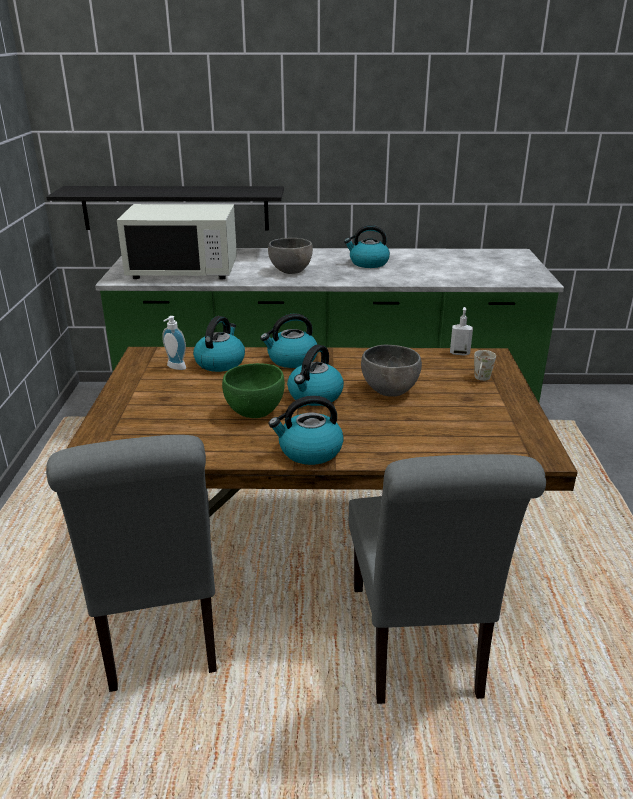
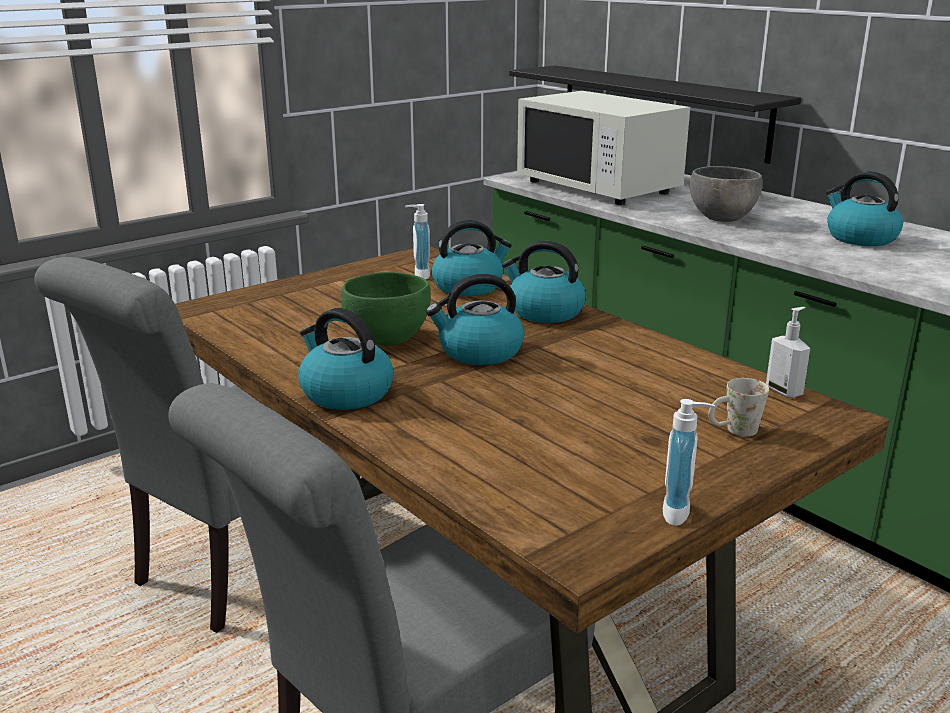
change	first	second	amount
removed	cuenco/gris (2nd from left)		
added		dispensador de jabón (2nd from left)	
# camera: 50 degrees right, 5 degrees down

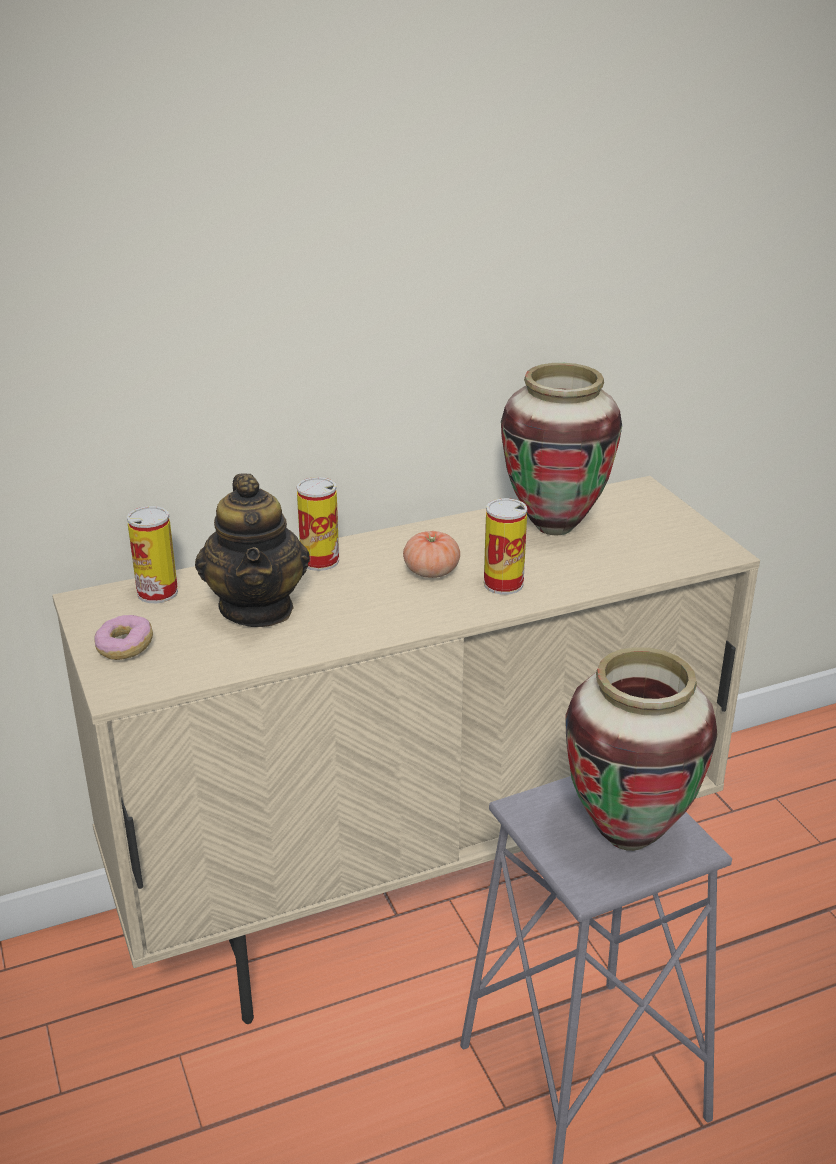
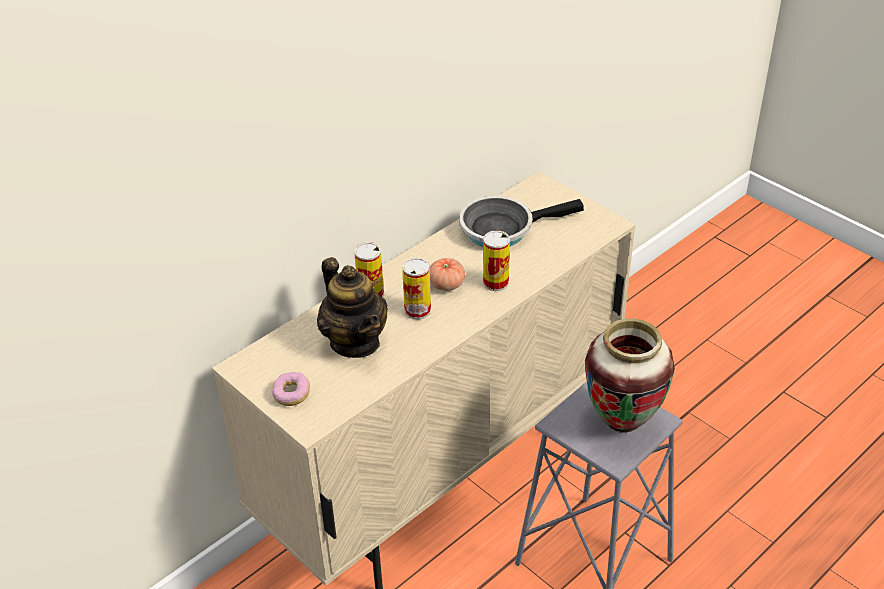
change	first	second	amount
moved	lata (1st from left in the first image)	lata (2nd from left)	
replaced	florero (1st from left)	sartén	
# camera: 20 degrees left, 10 degrees up

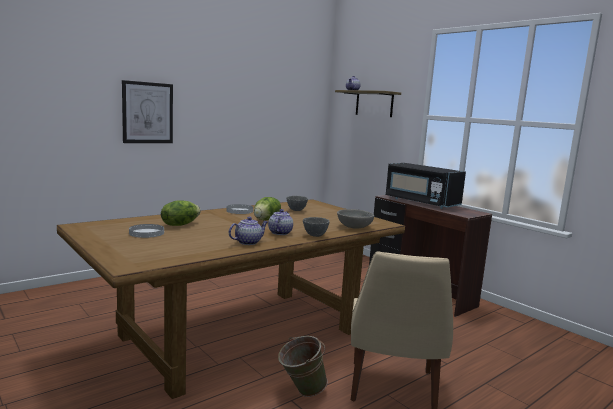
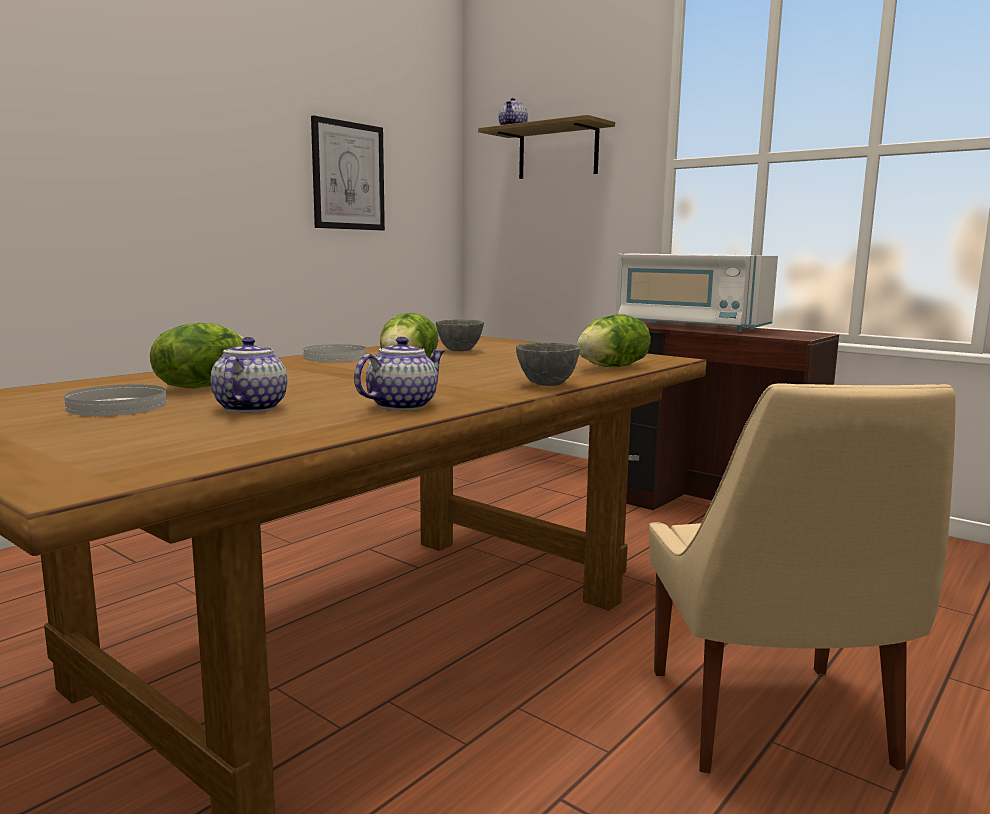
change	first	second	amount
removed	cubo/verde		
moved	cuadro		
moved	tetera (2nd from left in the first image)	tetera (1st from left)	
replaced	cuenco/gris (3rd from left)	lechuga (3rd from left)	
recoloured	microondas/negro	microondas/blanco	
# camera: 10 degrees left, 0 degrees up

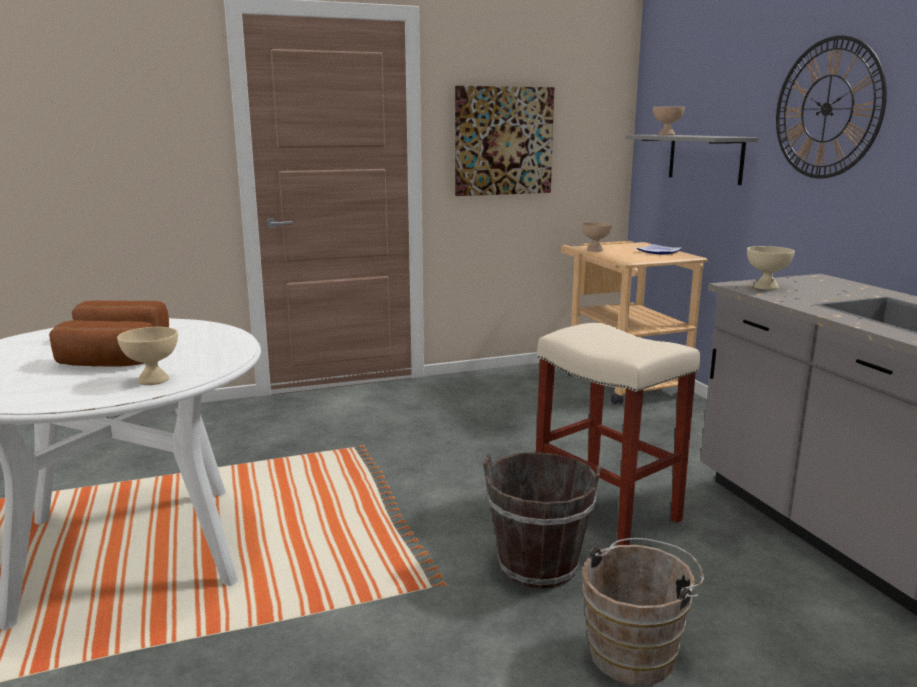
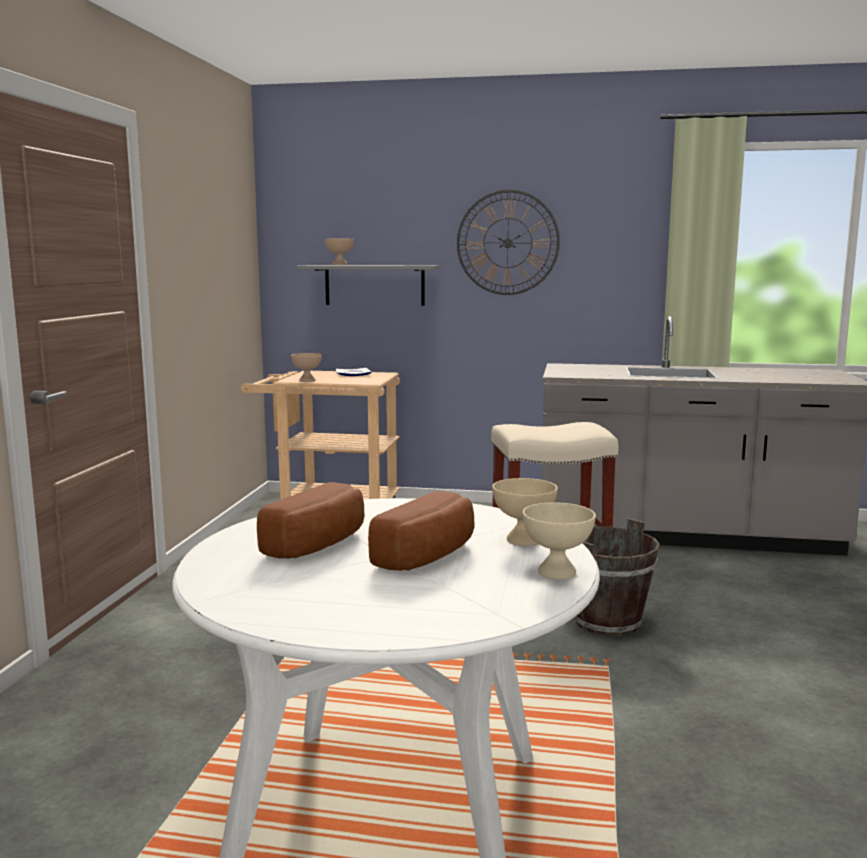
change	first	second	amount
removed	cuadro		
removed	cubo/marrón (2nd from left)		
moved	cuenco/beis (4th from left)		
# camera: 60 degrees left, 5 degrees down

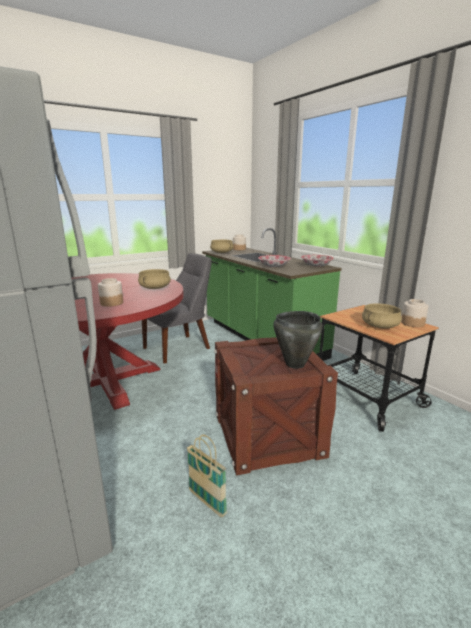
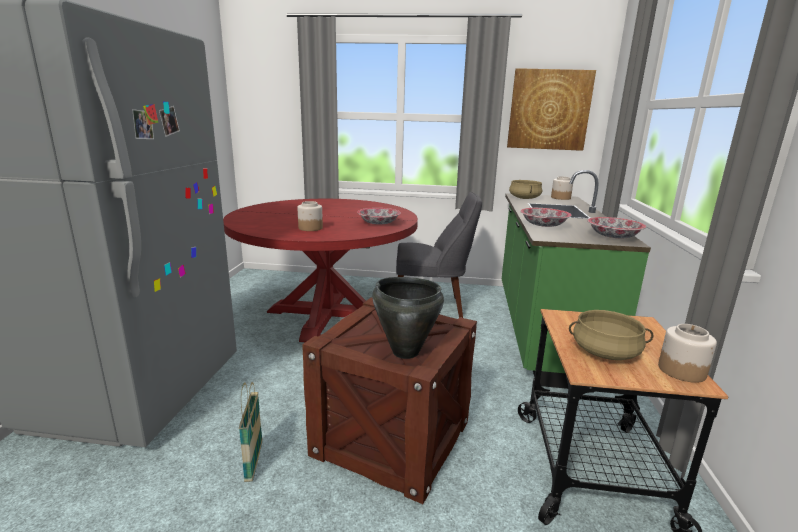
change	first	second	amount
added		cuadro	
replaced	olla/beis (1st from left)	cuenco (1st from left)	
# camera: 40 degrees right, 0 degrees up

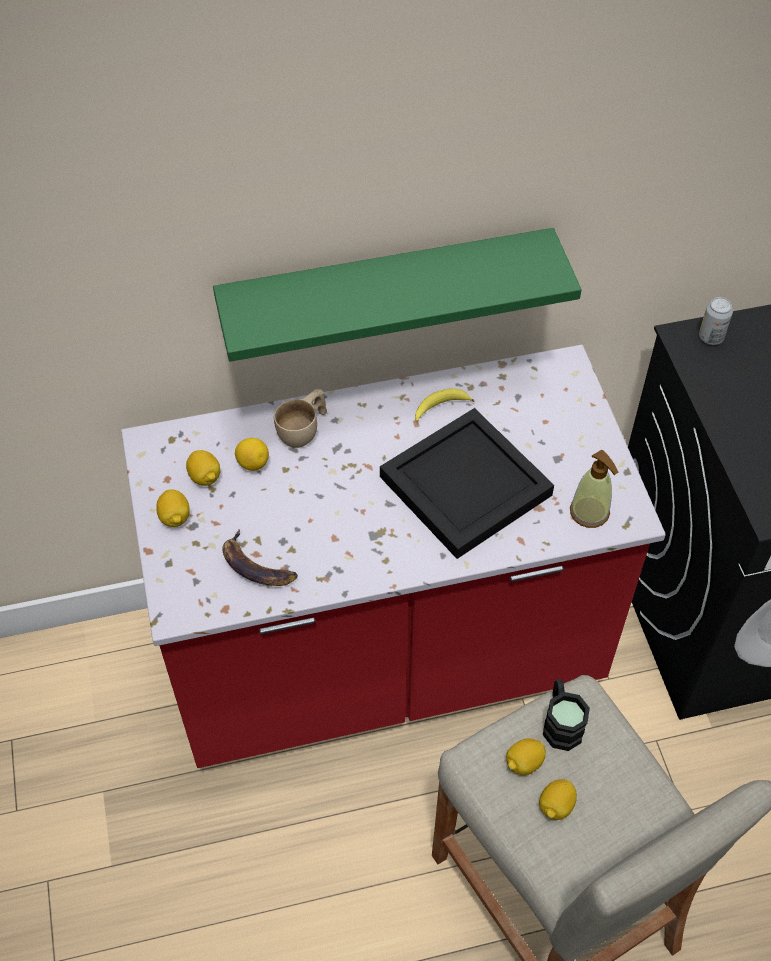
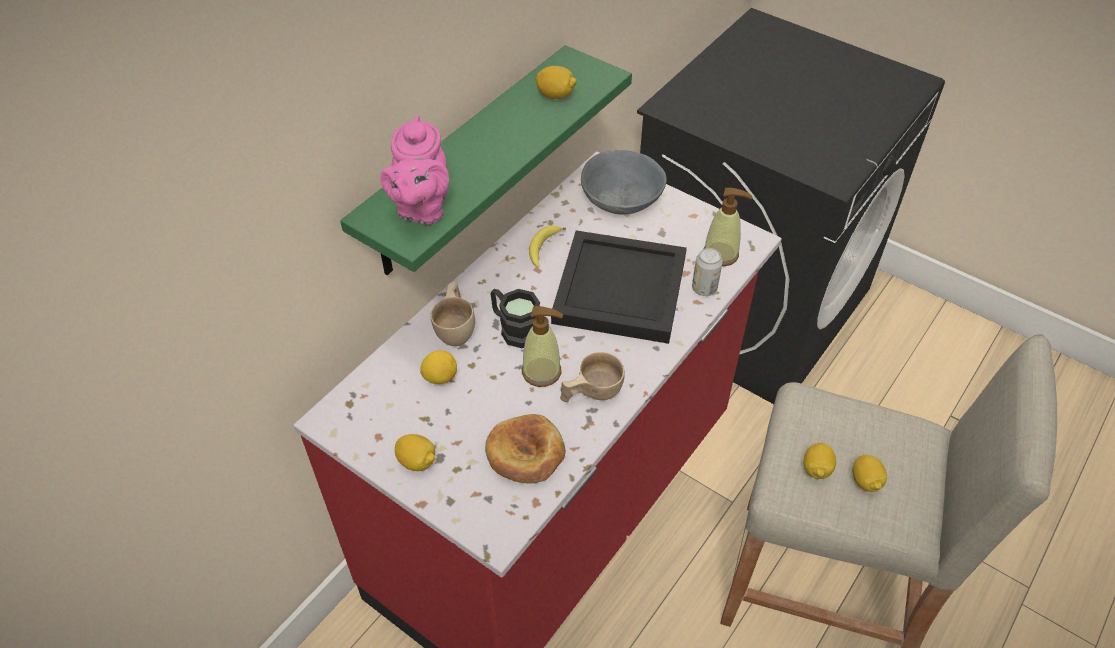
change	first	second	amount
added		tetera/rosa	
added		dispensador de jabón (1st from left)	
added		taza/beis (2nd from left)	
added		cuenco/gris	
moved	limón (2nd from left in the first image)	limón (3rd from left)	
moved	taza grande/negro		
moved	lata		
replaced	plátano (1st from left)	pan	
# camera: 40 degrees left, 5 degrees down

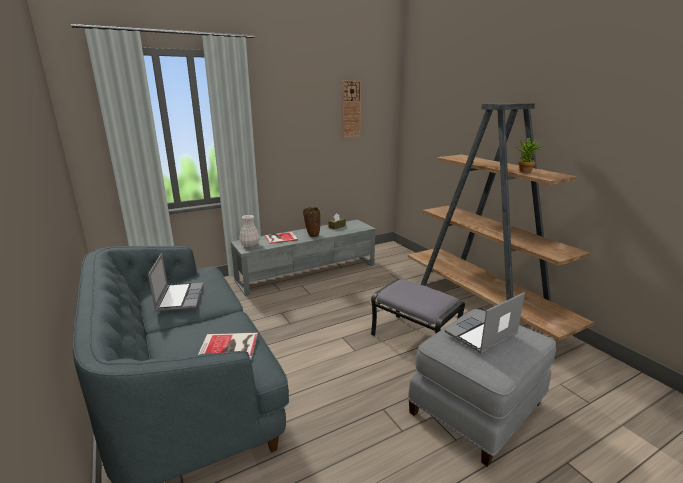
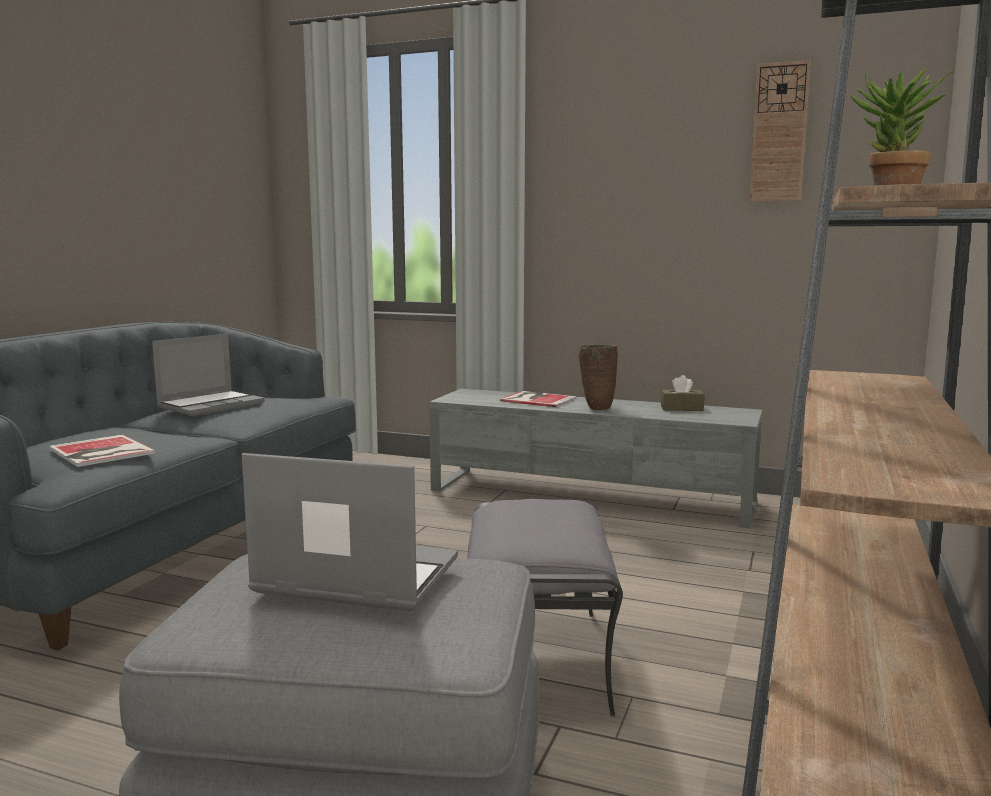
change	first	second	amount
removed	florero/blanco		
# camera: 50 degrees right, 10 degrees down

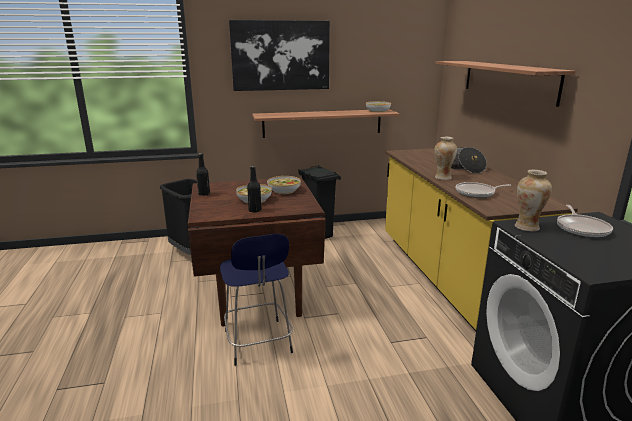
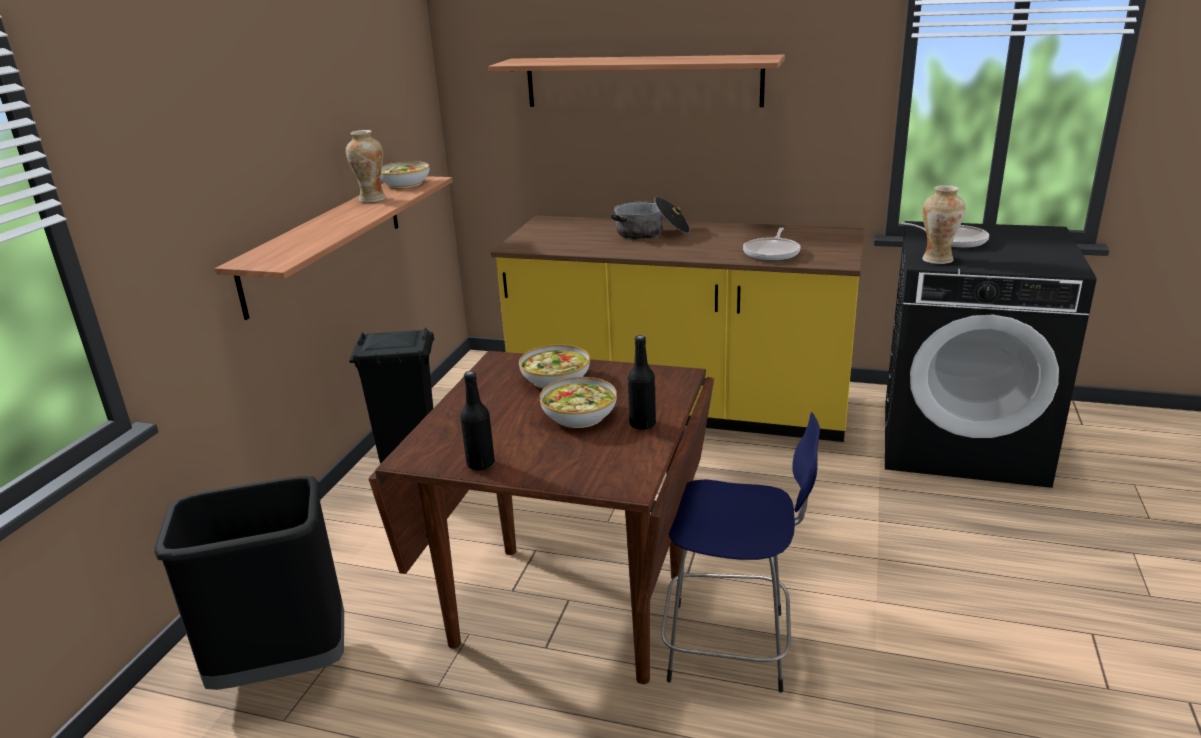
change	first	second	amount
removed	cuadro		
moved	florero (1st from left)		
# camera: 60 degrees left, 5 degrees up

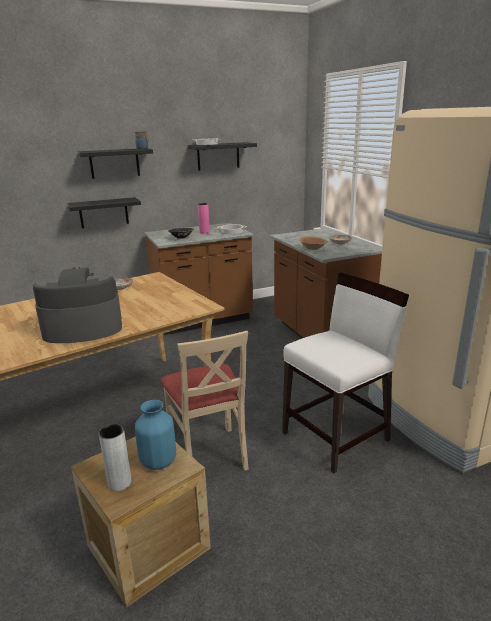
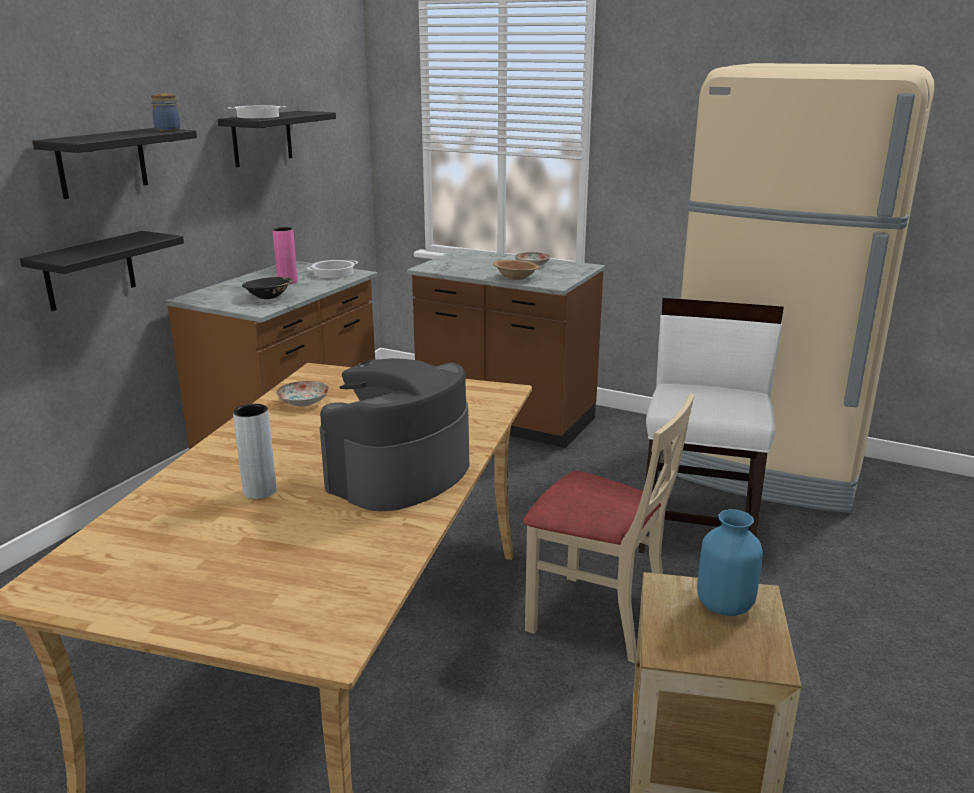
change	first	second	amount
moved	florero/gris		
# camera: 40 degrees left, 0 degrees up

